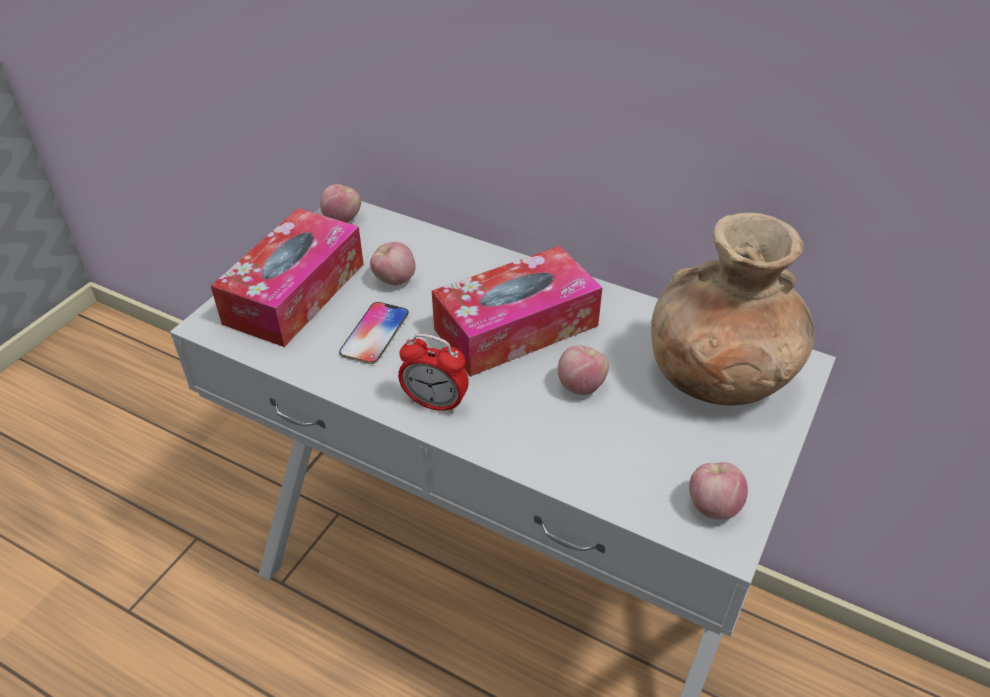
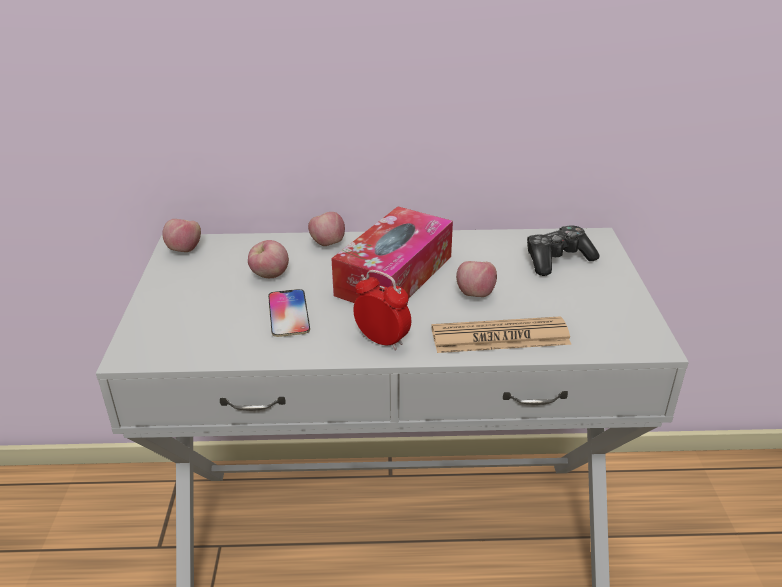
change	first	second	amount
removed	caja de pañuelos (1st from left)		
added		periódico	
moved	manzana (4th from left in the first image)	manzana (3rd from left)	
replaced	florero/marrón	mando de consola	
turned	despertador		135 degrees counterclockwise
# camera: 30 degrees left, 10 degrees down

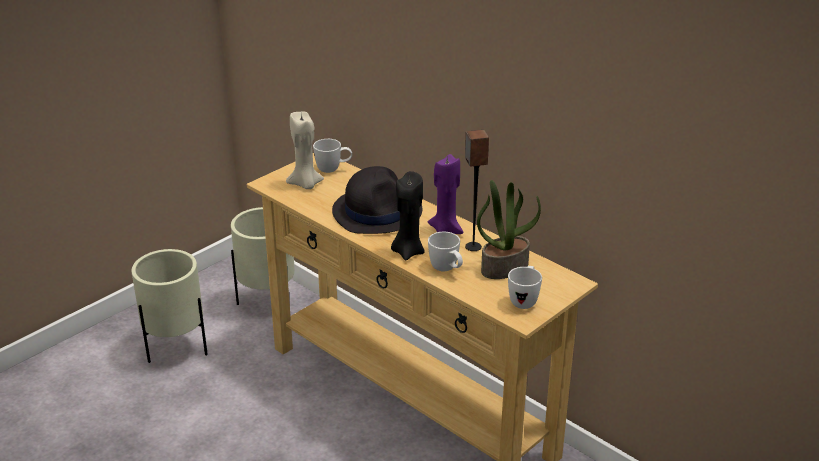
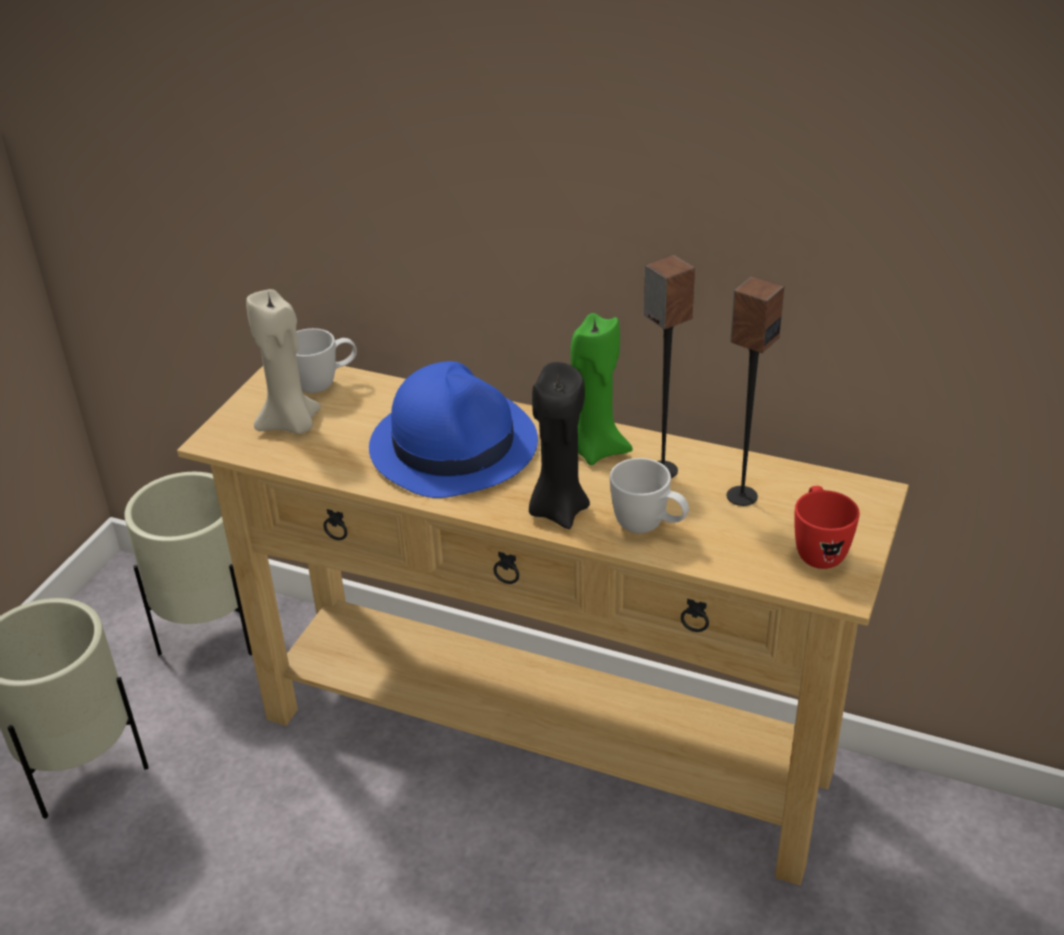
change	first	second	amount
replaced	planta en maceta	altavoz (2nd from left)	
recoloured	sombrero/negro	sombrero/azul	
recoloured	vela/morado	vela/verde	
recoloured	taza grande/blanco (3rd from left)	taza grande/rojo	
# camera: 20 degrees left, 5 degrees up

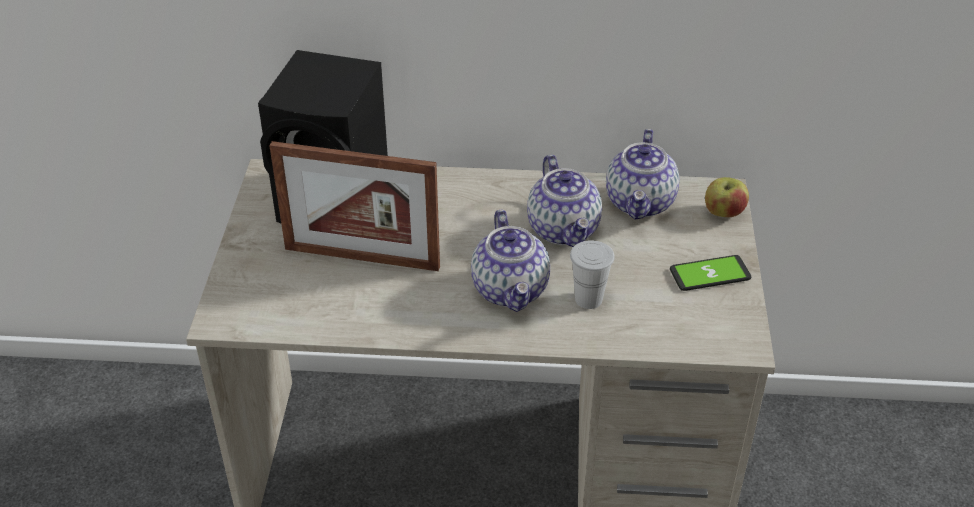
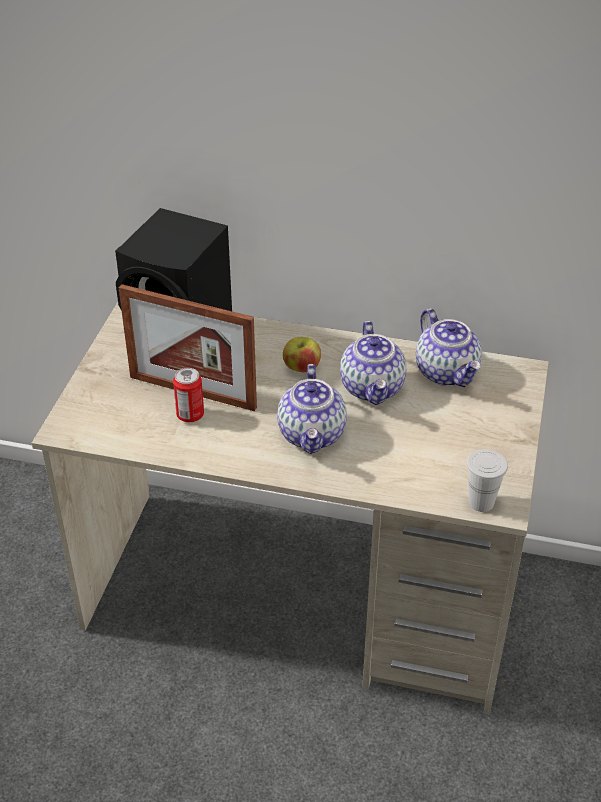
change	first	second	amount
removed	móvil		
added		lata	
moved	taza/blanco		
moved	manzana		
turned	tetera (3rd from left)		45 degrees counterclockwise
# camera: 10 degrees right, 0 degrees up

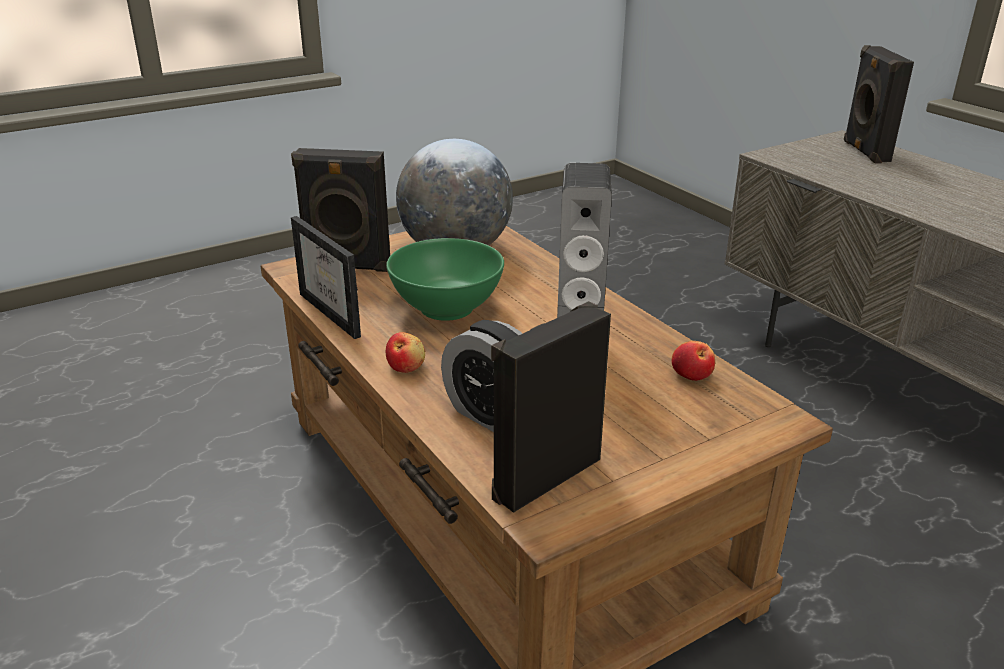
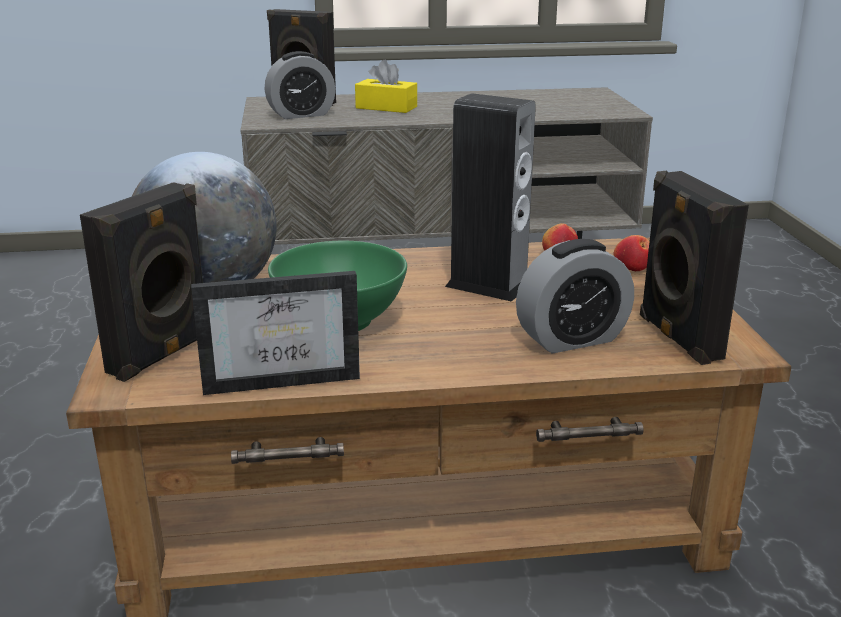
change	first	second	amount
added		despertador (1st from left)	
added		caja de pañuelos/amarillo	
moved	manzana (1st from left in the first image)	manzana (2nd from left)	
# camera: 65 degrees left, 5 degrees down

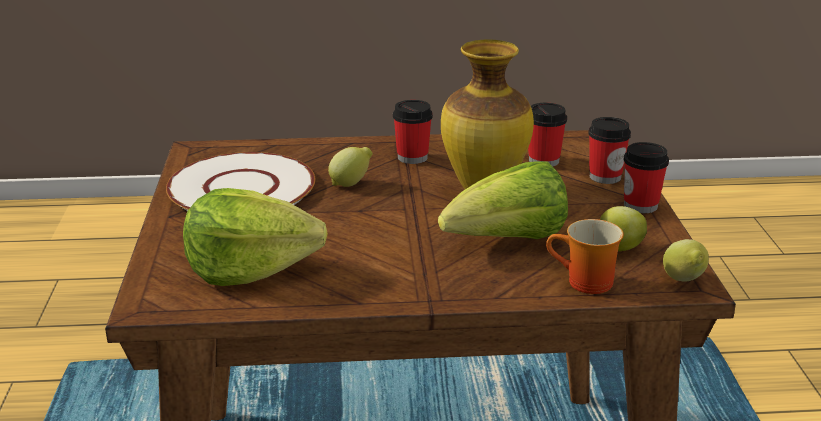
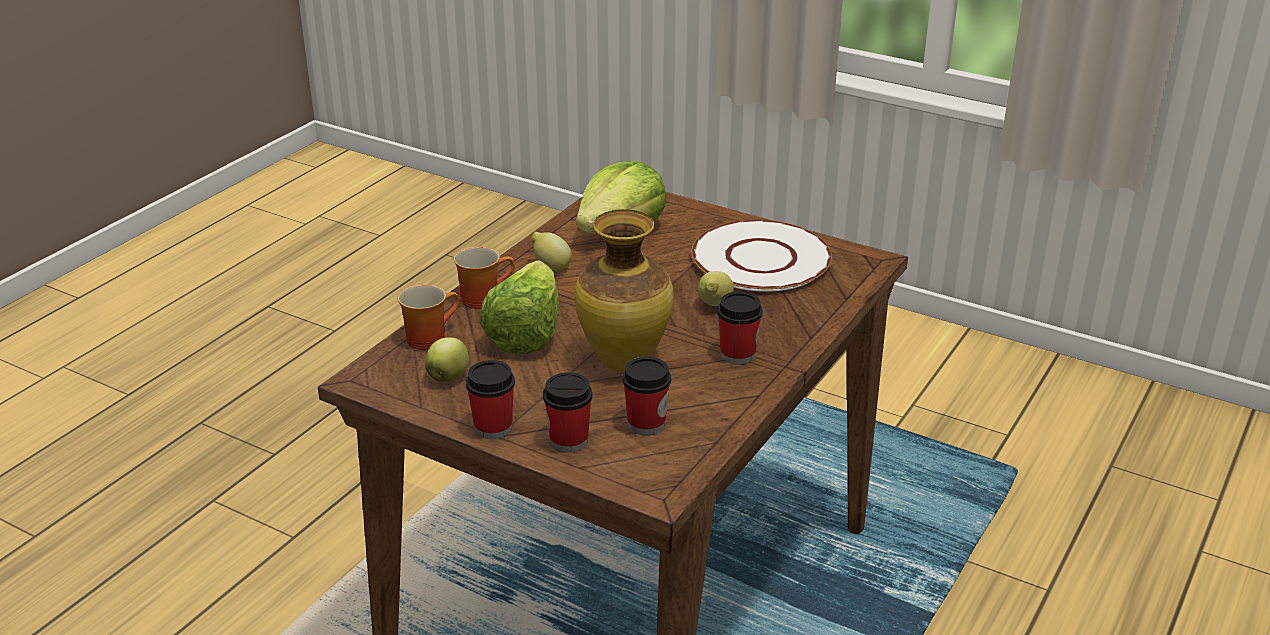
change	first	second	amount
added		taza grande (2nd from left)	
moved	limón (2nd from left in the first image)	limón (1st from left)	
# camera: 125 degrees right, 5 degrees up

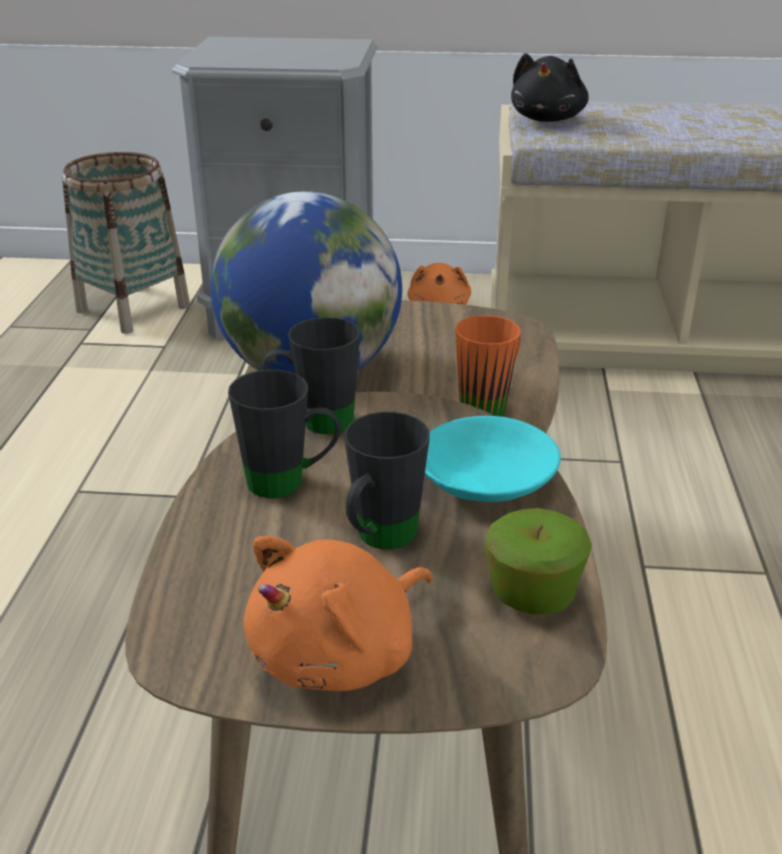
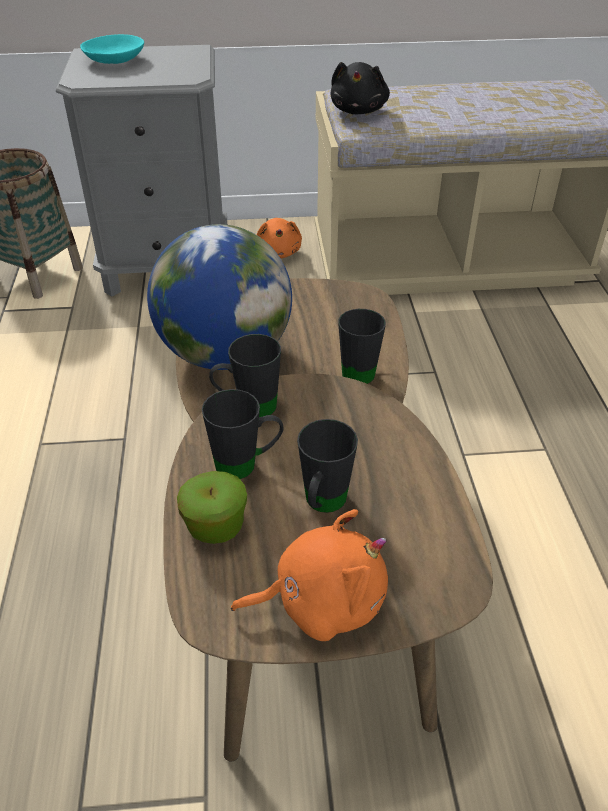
change	first	second	amount
moved	cuenco/turquesa		
moved	manzana		
recoloured	taza grande/naranja	taza grande/negro (4th from left)	
turned	peluche/naranja (1st from left in the first image)	peluche/naranja (2nd from left)	135 degrees counterclockwise
# camera: 10 degrees left, 10 degrees up

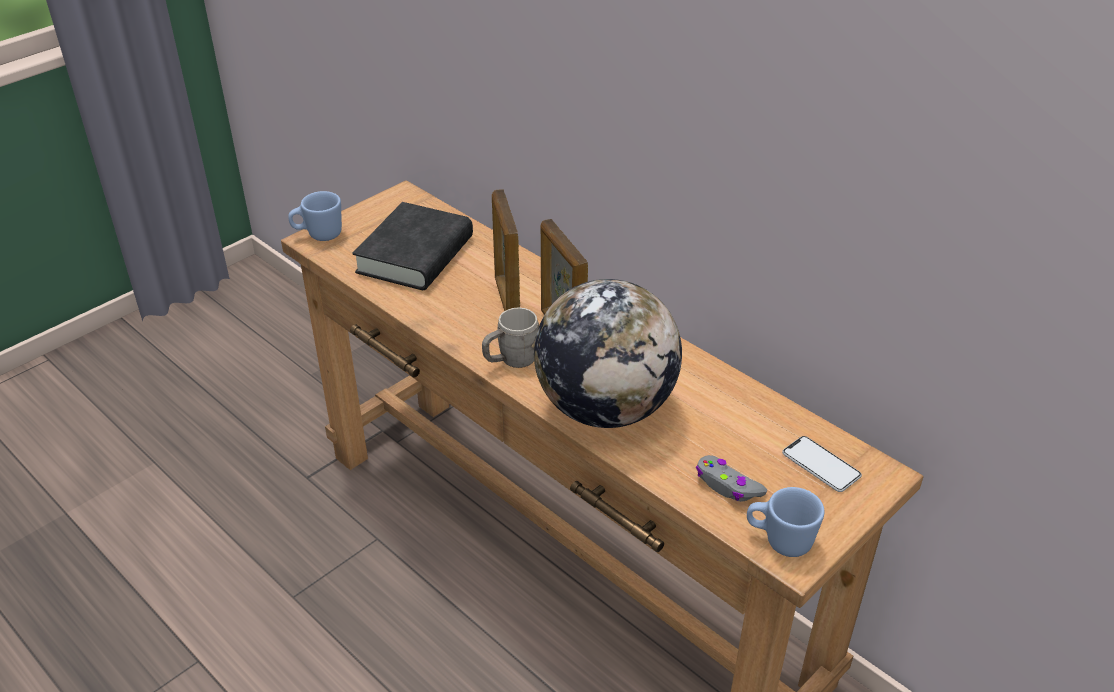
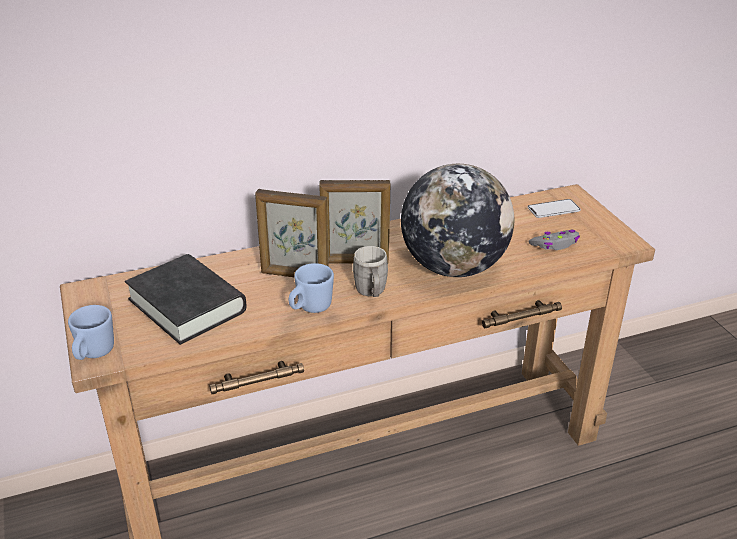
change	first	second	amount
moved	taza grande/azul (2nd from left)		
# camera: 65 degrees left, 5 degrees down

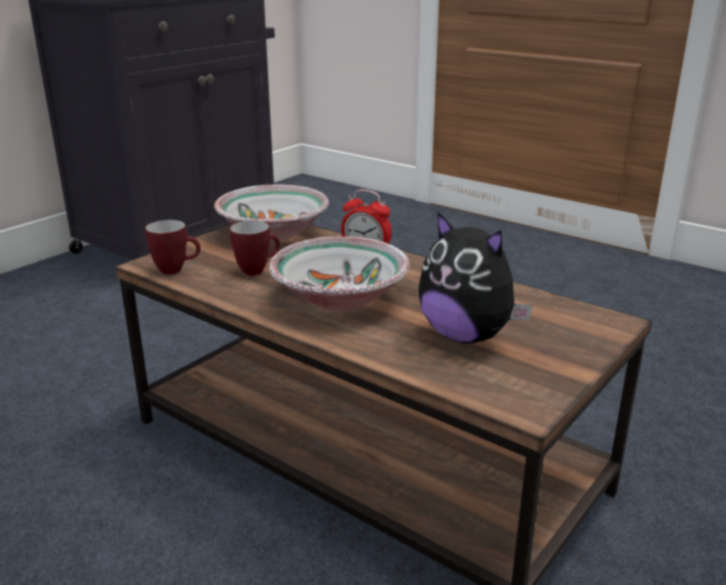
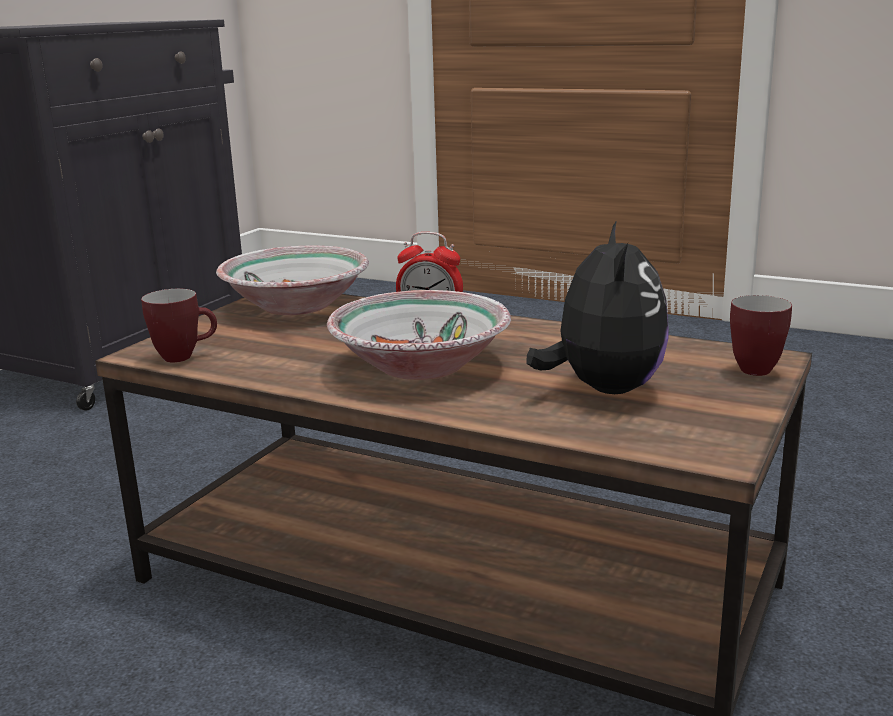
change	first	second	amount
moved	taza grande (2nd from left)		
turned	peluche		120 degrees counterclockwise
# camera: 10 degrees left, 5 degrees down

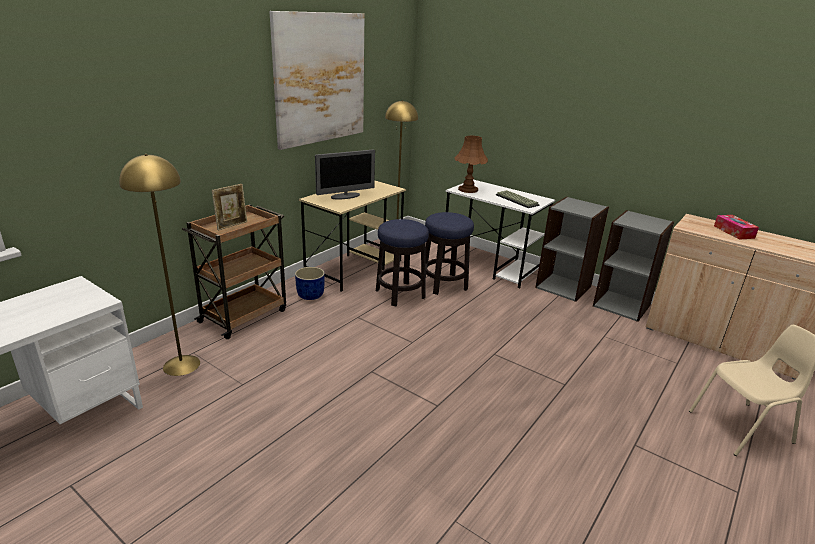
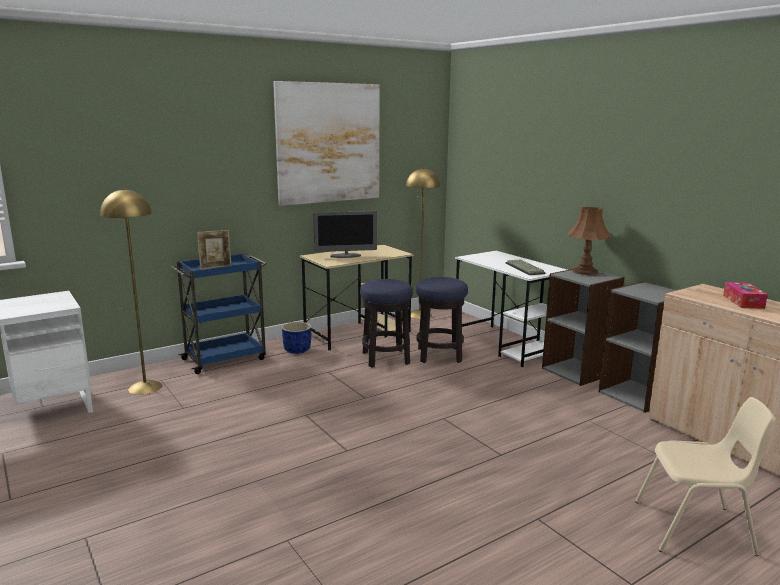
change	first	second	amount
moved	lámpara de mesa/marrón		
recoloured	carrito/marrón	carrito/azul	
# camera: 20 degrees right, 10 degrees down

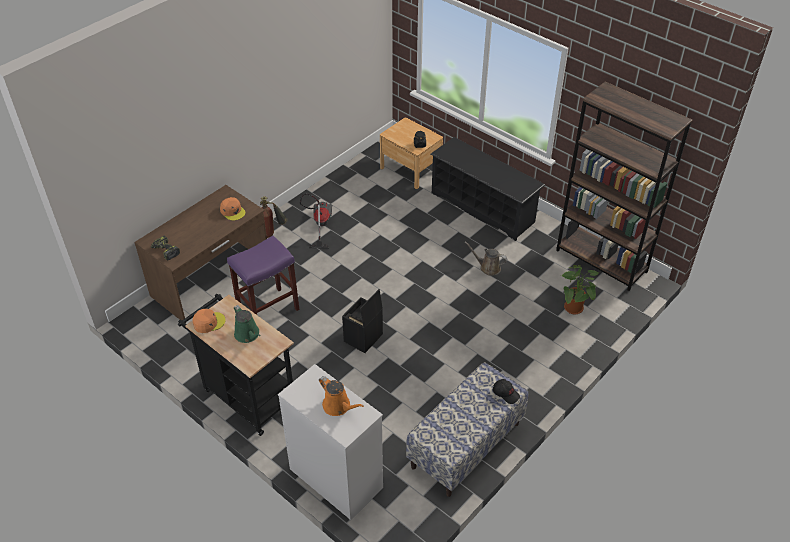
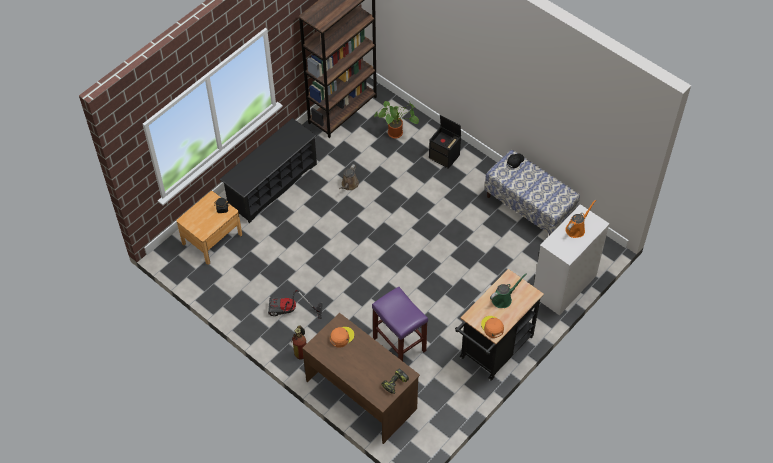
change	first	second	amount
moved	caja de almacenaje/negro		
# camera: 90 degrees left, 10 degrees up

